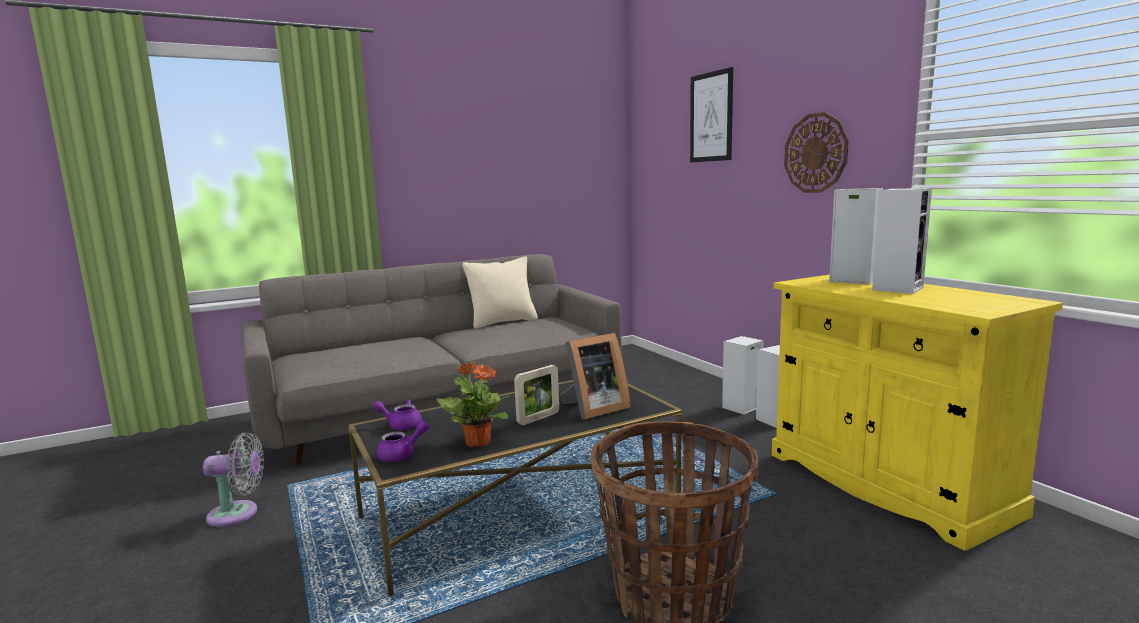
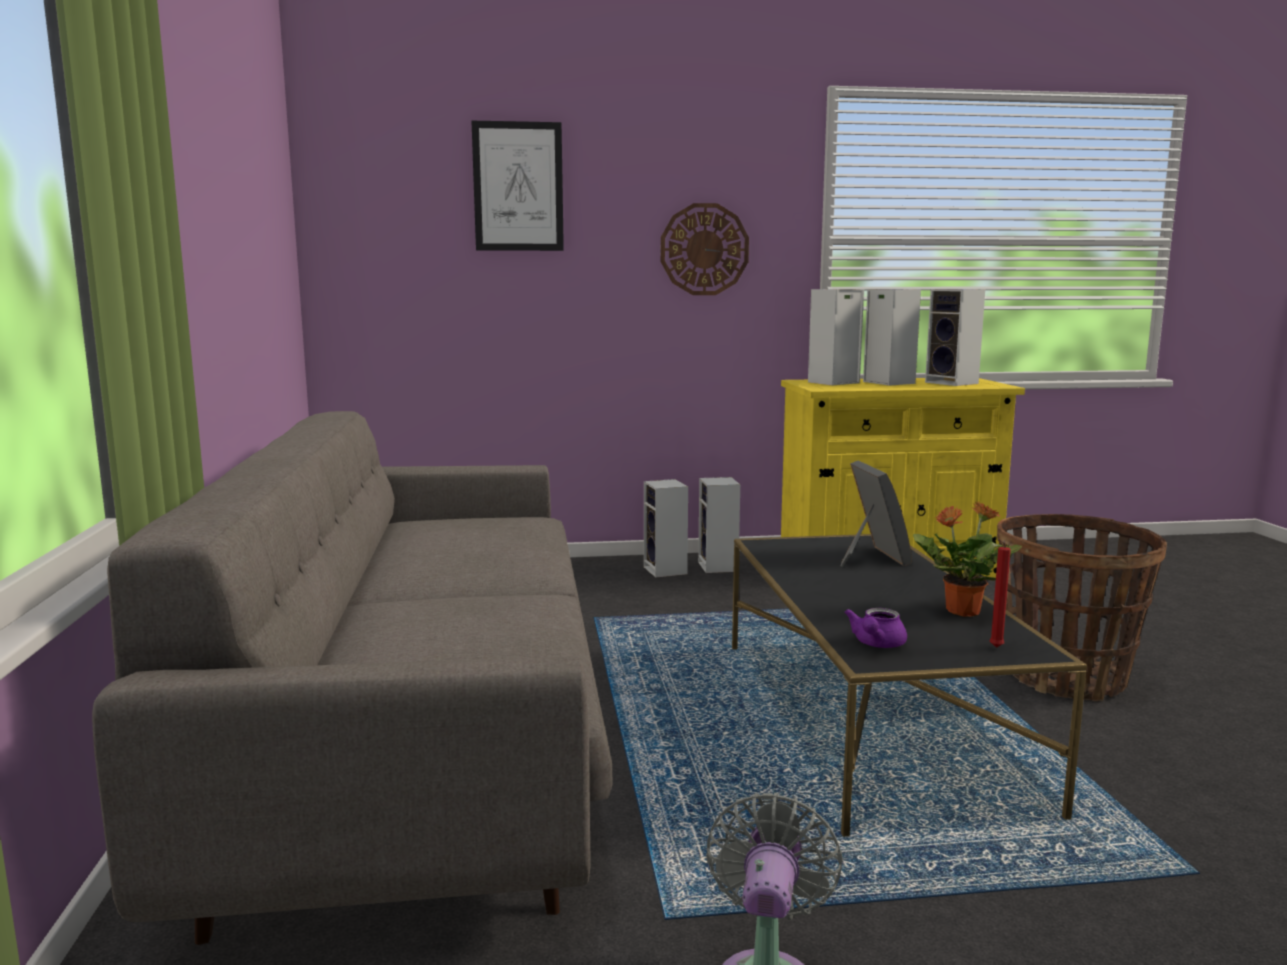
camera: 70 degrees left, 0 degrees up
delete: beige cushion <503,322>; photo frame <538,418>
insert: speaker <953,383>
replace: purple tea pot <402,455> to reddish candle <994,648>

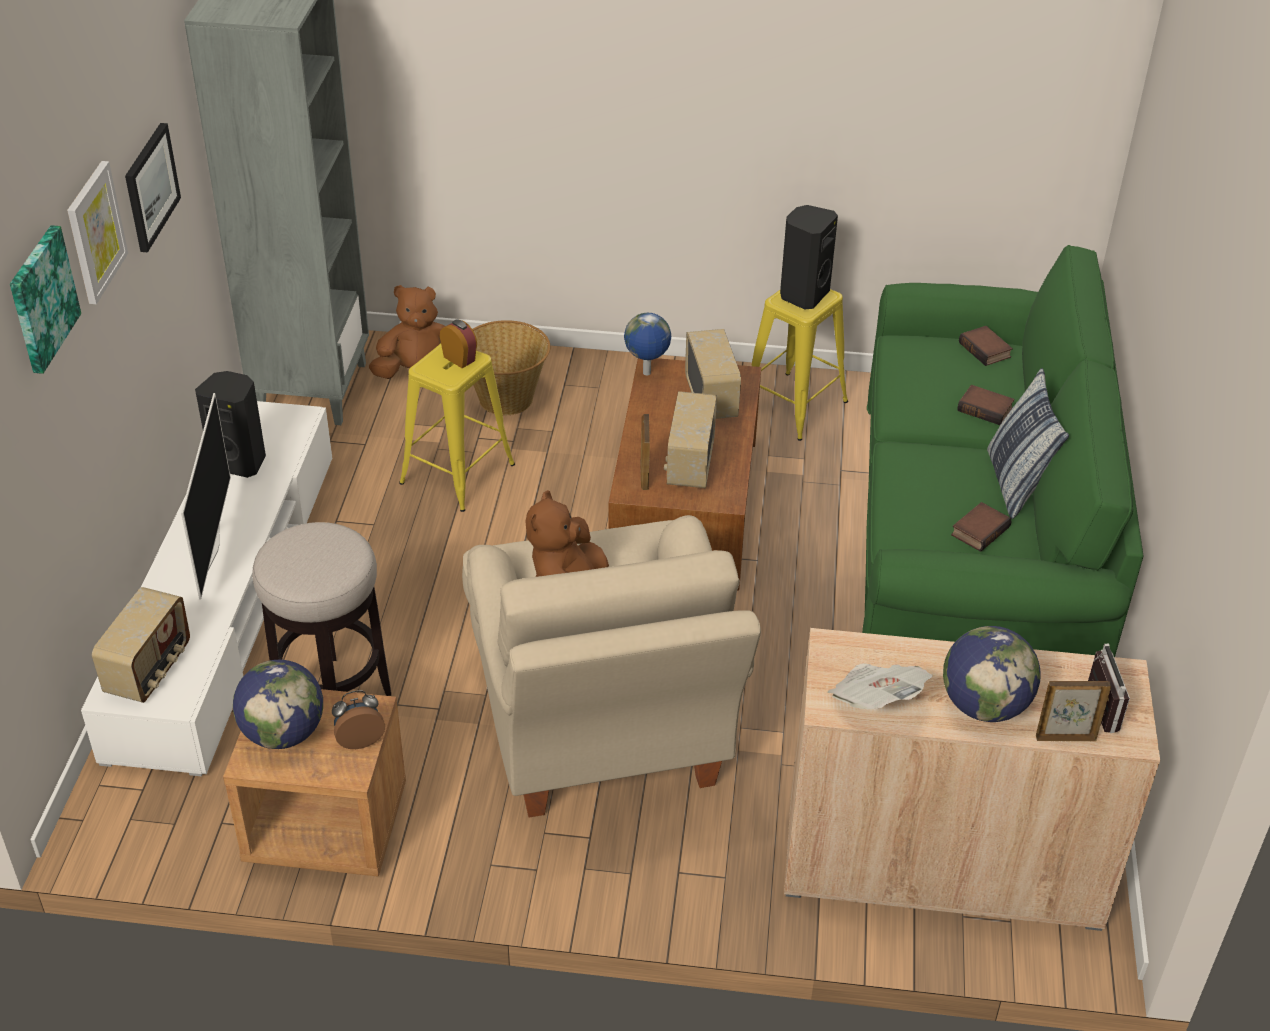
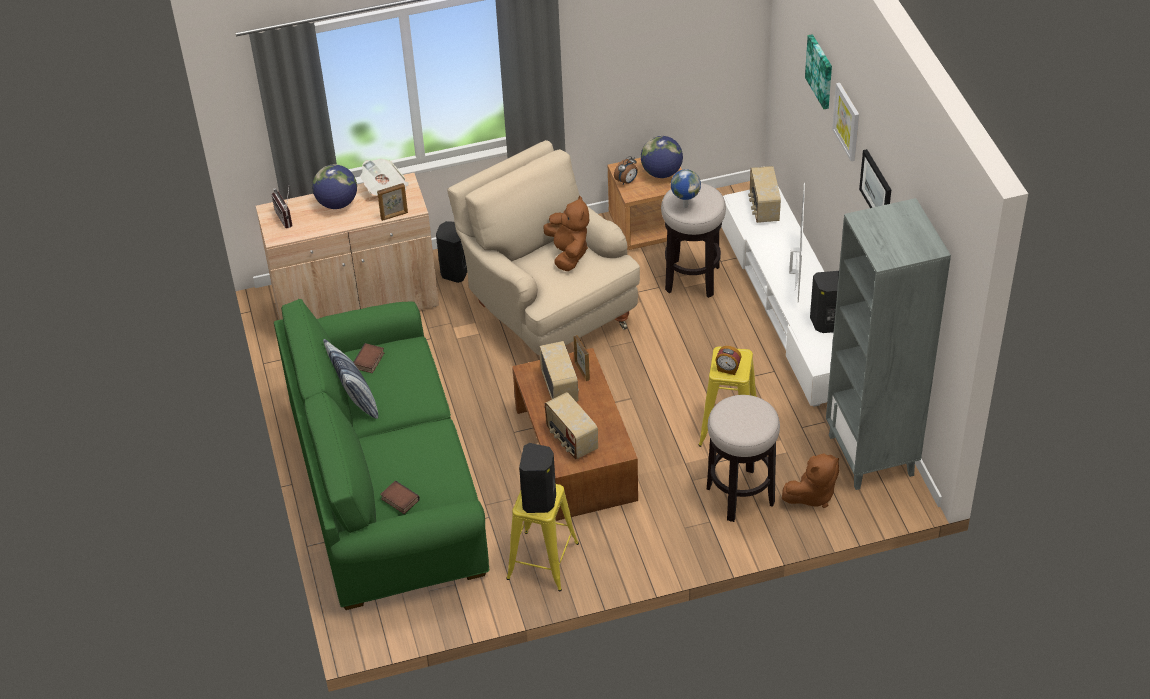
camera: 160 degrees right, 5 degrees up
delete: book <986,409>
insert: black speaker <454,272>
move: world globe <647,373> to <685,206>; photo frame <1065,737> to <394,216>
replace: storage basket <506,398> to stool <740,495>
rotate: TV <209,548> = <794,271> 150 degrees counterclockwise

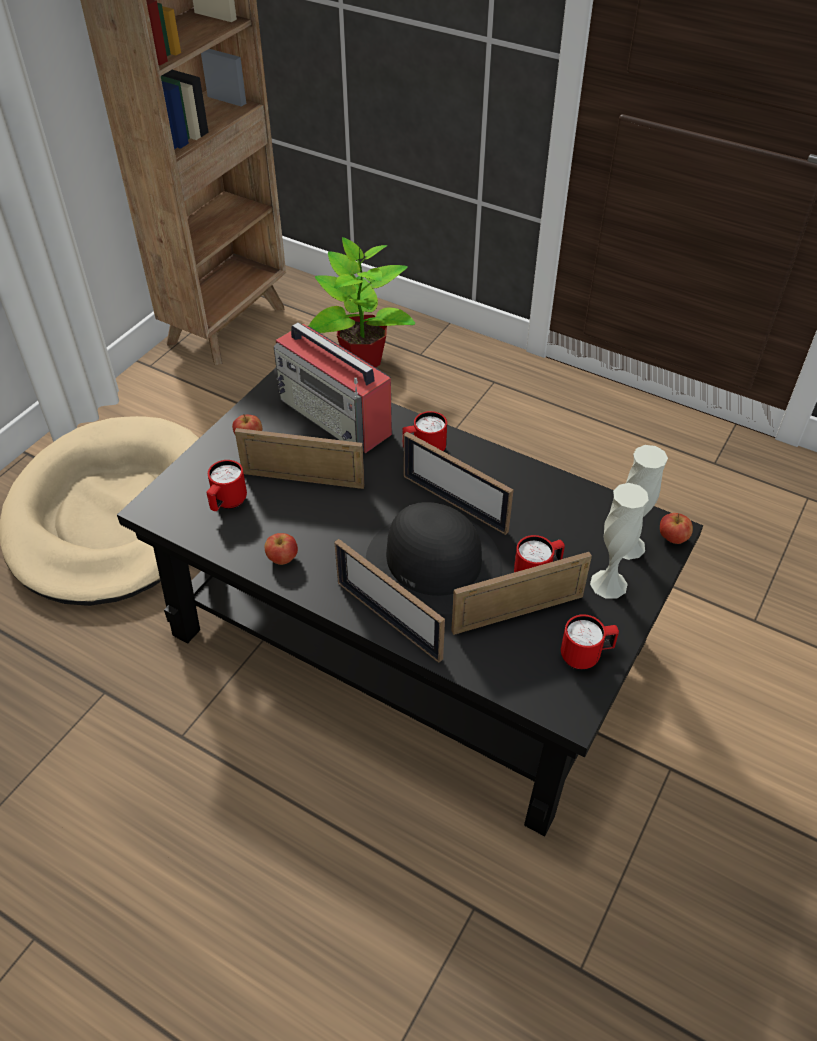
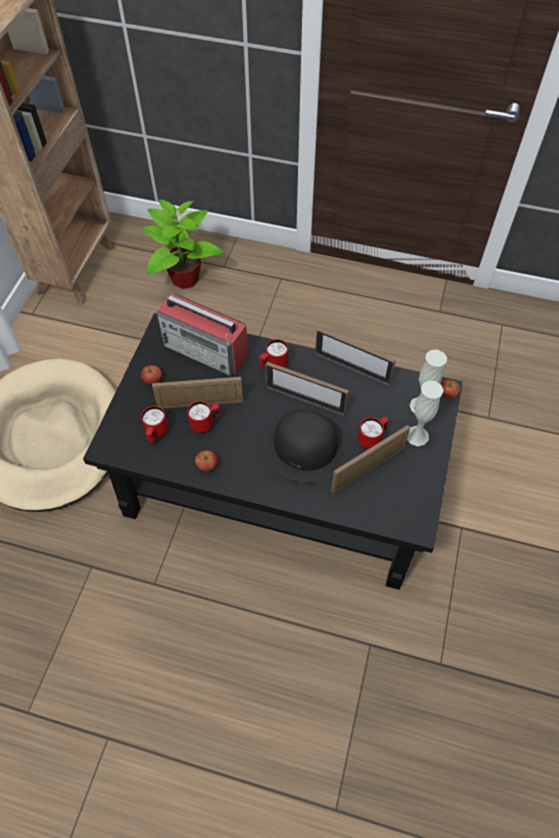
camera: 15 degrees left, 10 degrees up
move: photo frame <388,620> to <352,368>; reddish coffee mug <586,656> to <205,423>

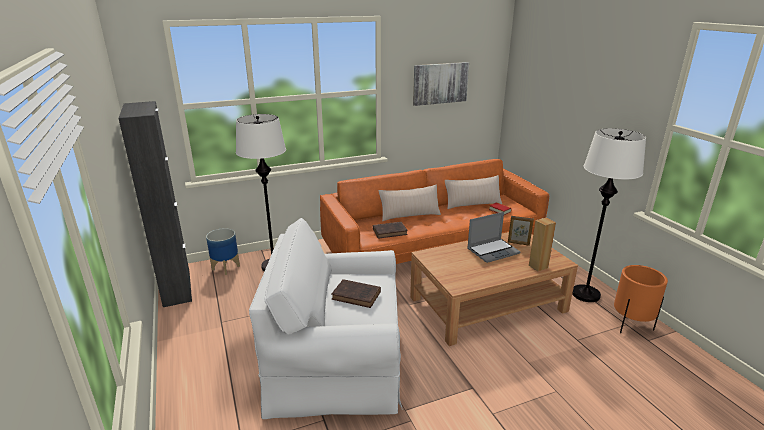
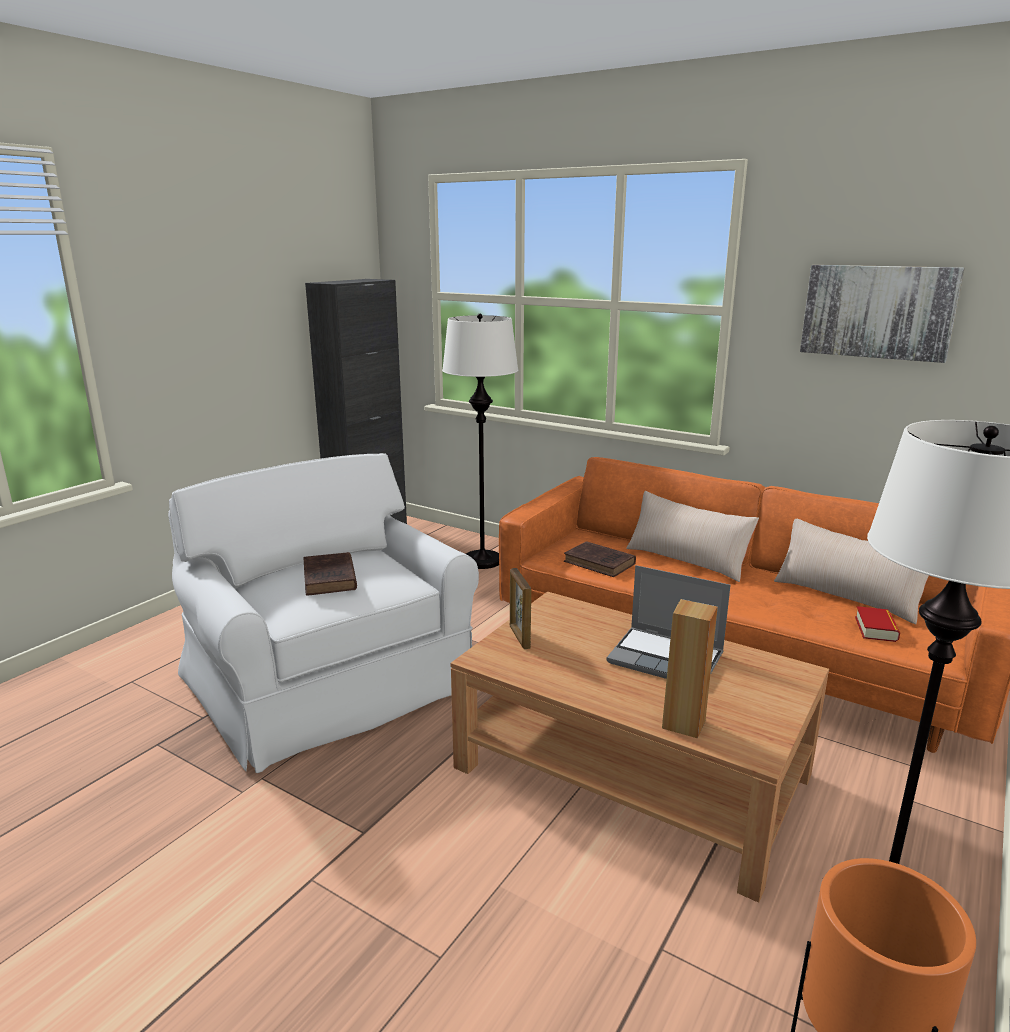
camera: 55 degrees right, 5 degrees down
delete: planter <226,267>
move: photo frame <518,243> to <519,637>

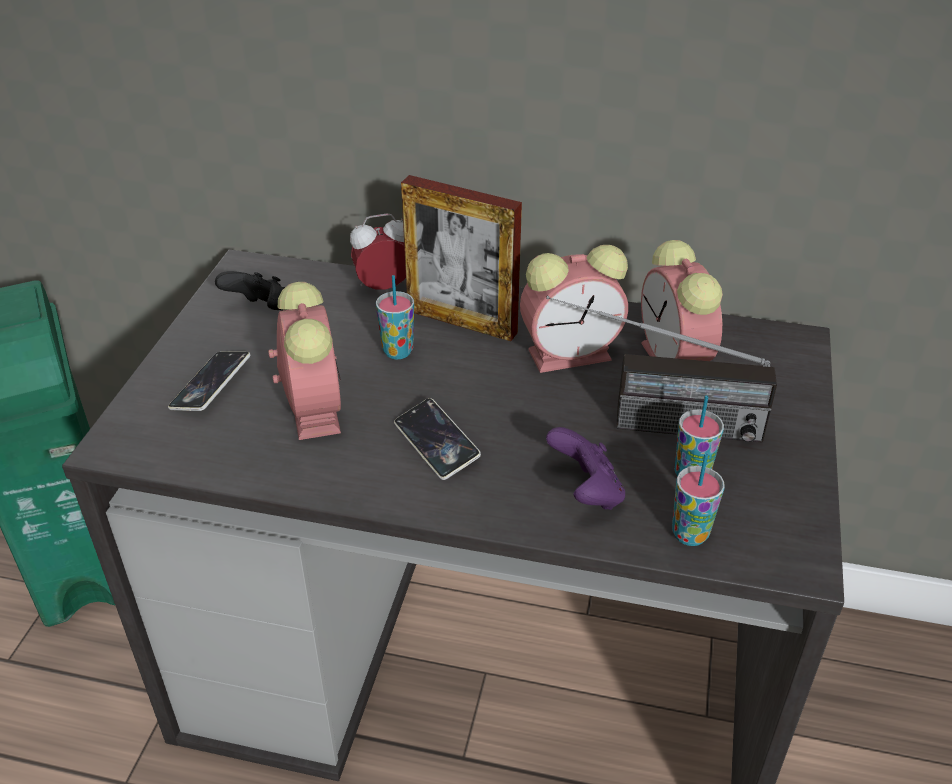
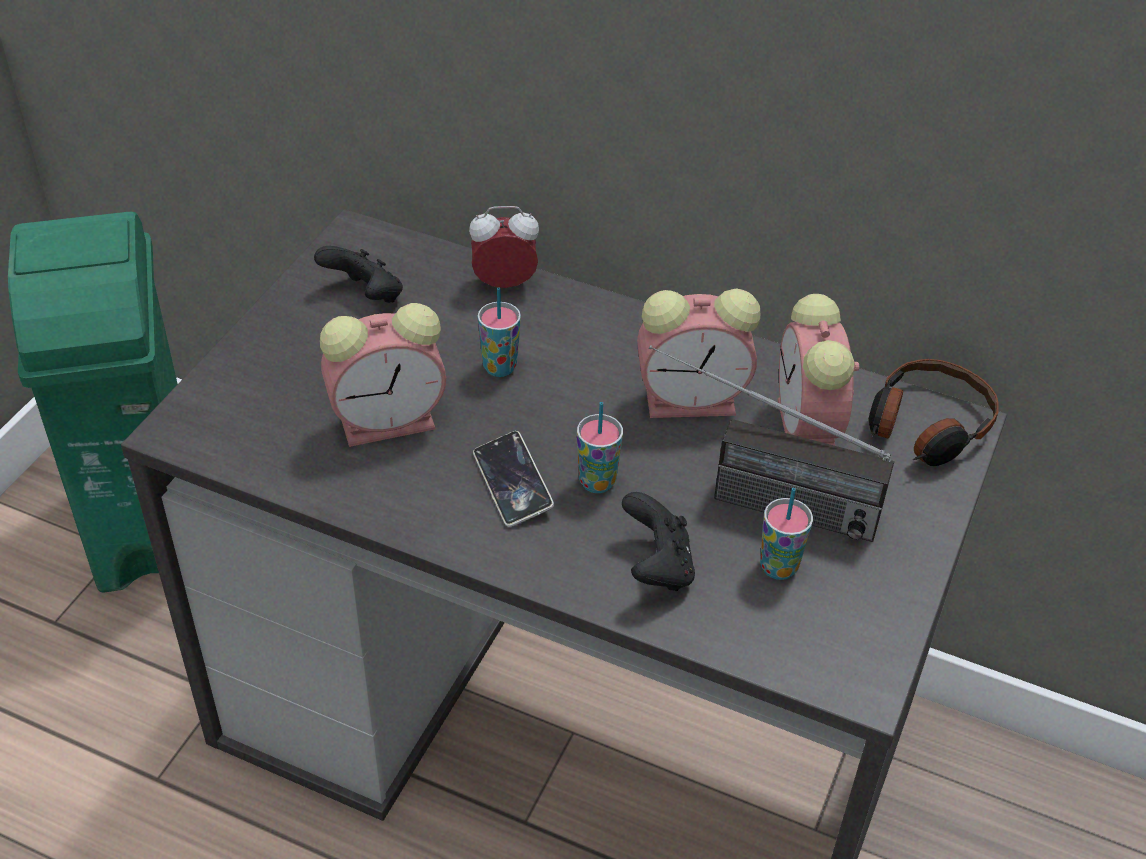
camera: 10 degrees right, 5 degrees up
delete: telephone <211,386>; photo frame <461,321>
insert: headphones <926,426>
move: cup <690,534> to <597,482>
recolor: purple gamepad <586,492> to black gamepad <657,567>
rotate: bedside clock <313,408> = <391,420> 75 degrees clockwise

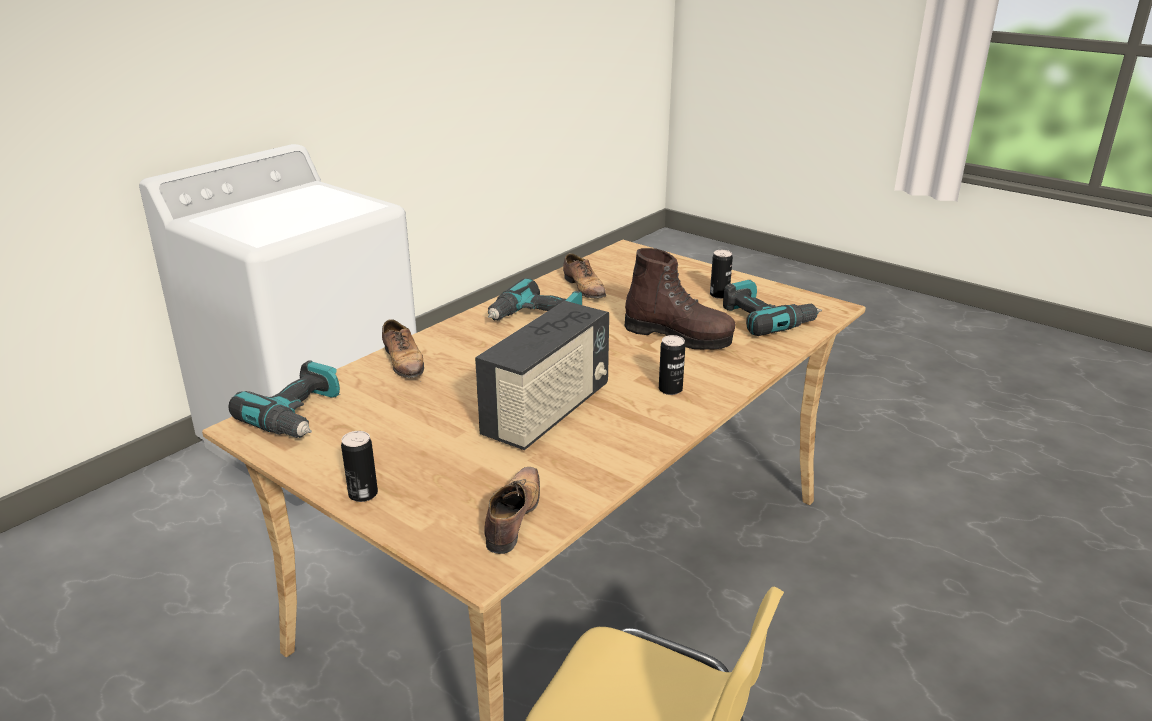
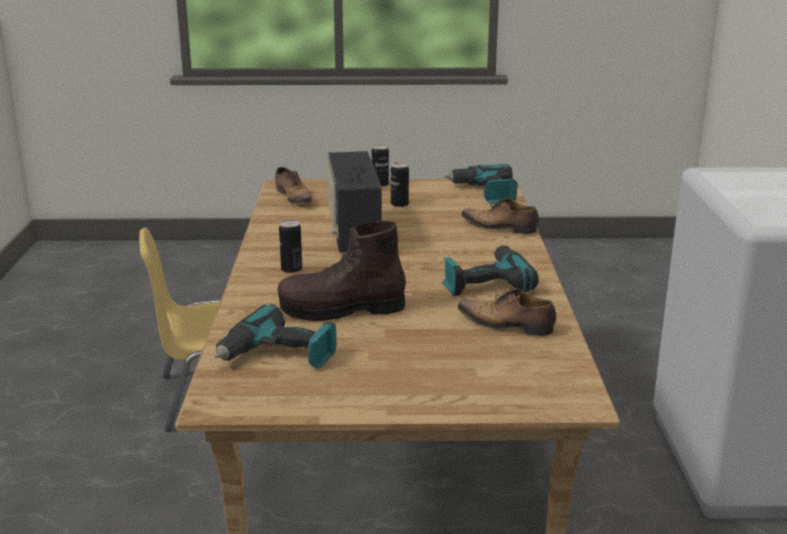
camera: 140 degrees right, 5 degrees down
move: can <719,295> to <399,204>

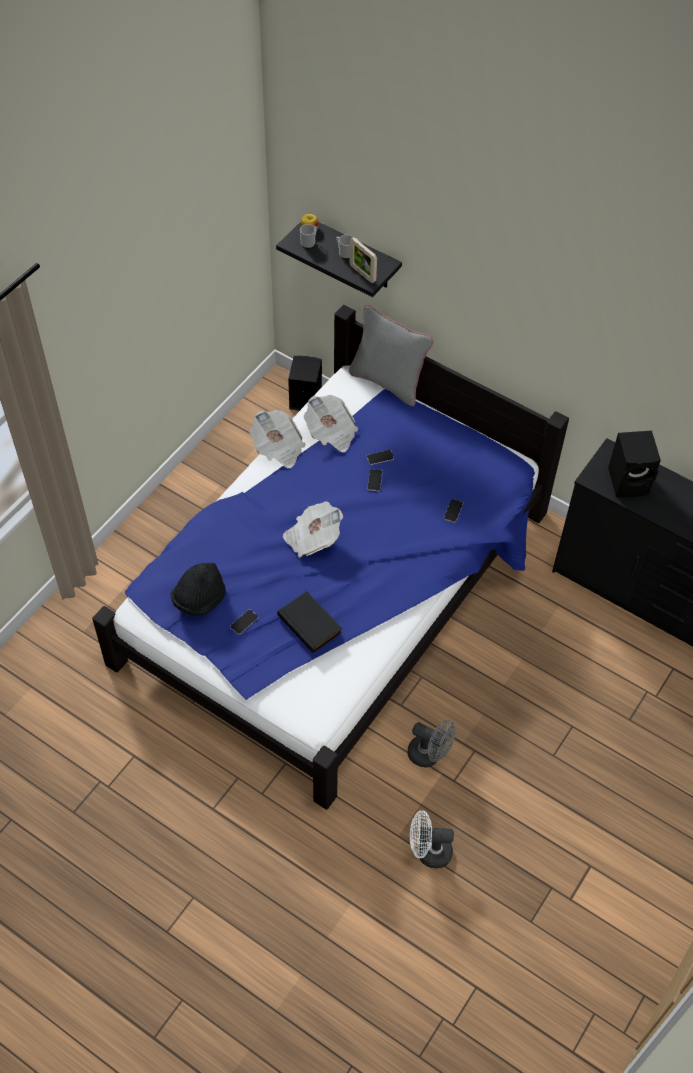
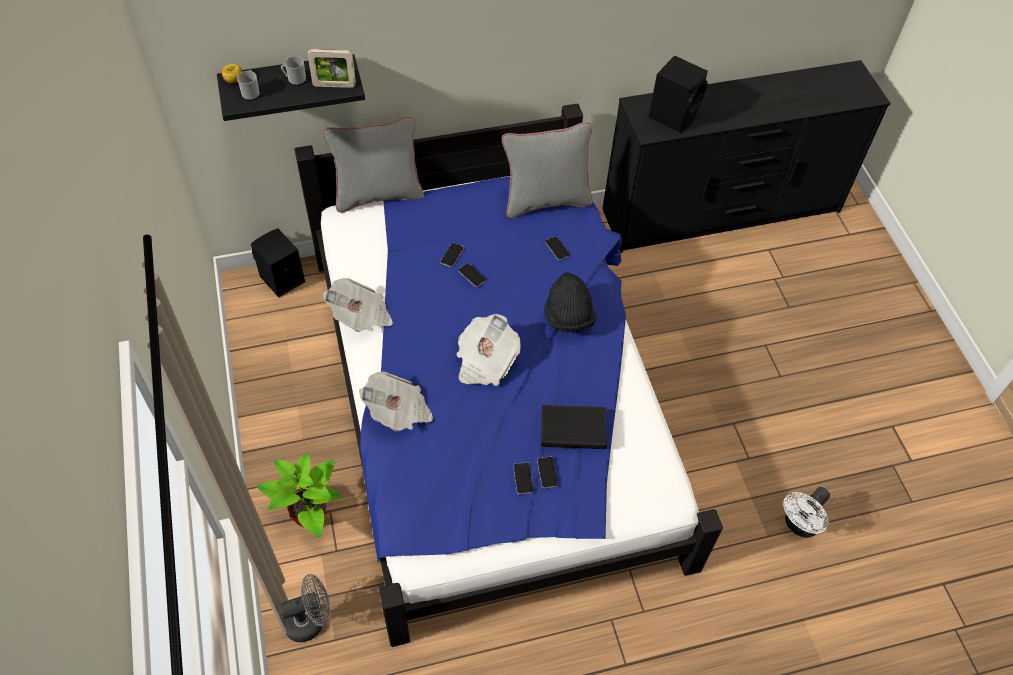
camera: 50 degrees left, 0 degrees up
insert: houseplant <311,516>; gray cushion <546,201>; telephone <547,472>
move: black wearable hat <199,599> to <568,317>; printed paper <331,433> to <398,412>; gray cooling fan <429,755> to <310,620>

